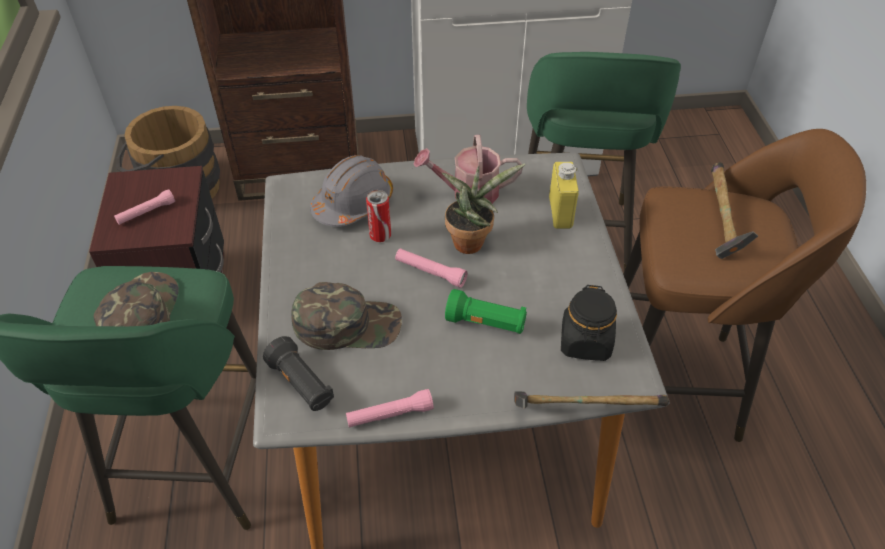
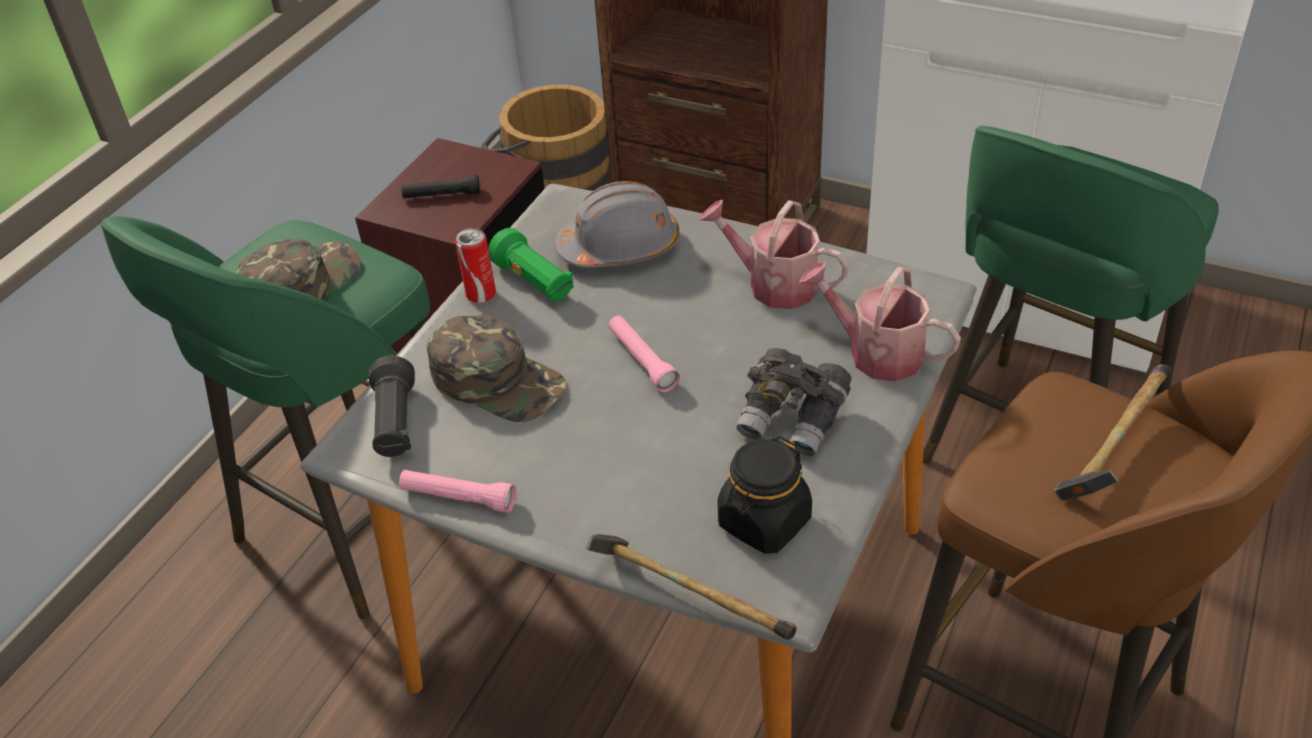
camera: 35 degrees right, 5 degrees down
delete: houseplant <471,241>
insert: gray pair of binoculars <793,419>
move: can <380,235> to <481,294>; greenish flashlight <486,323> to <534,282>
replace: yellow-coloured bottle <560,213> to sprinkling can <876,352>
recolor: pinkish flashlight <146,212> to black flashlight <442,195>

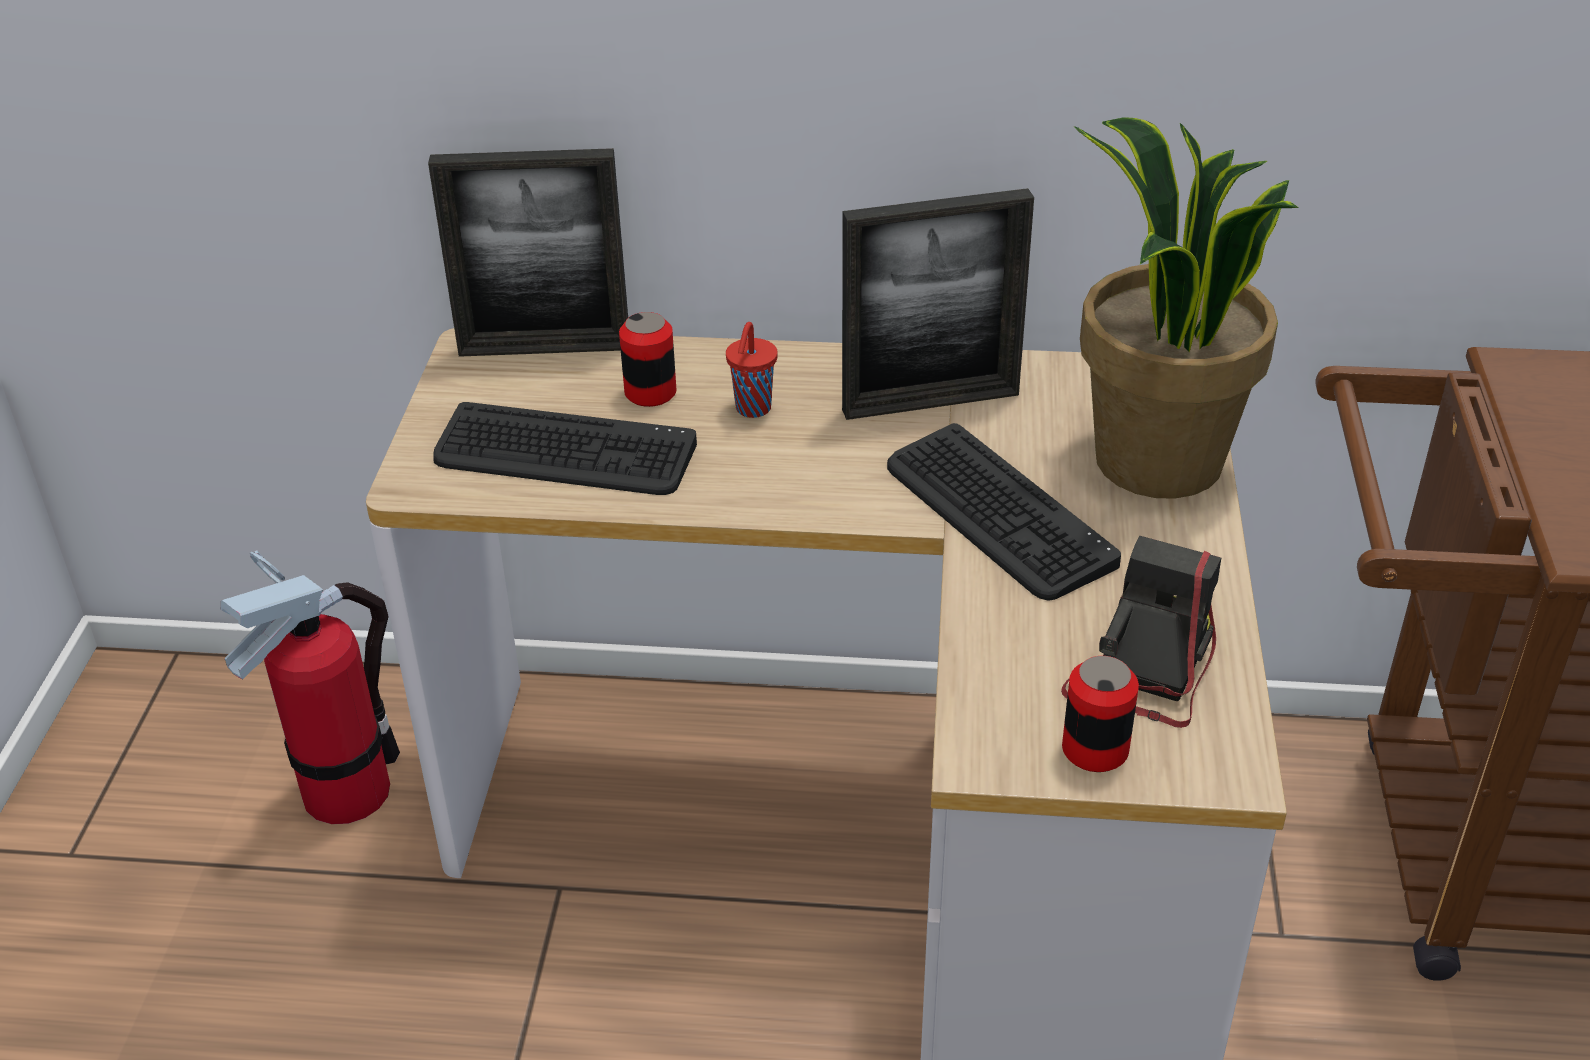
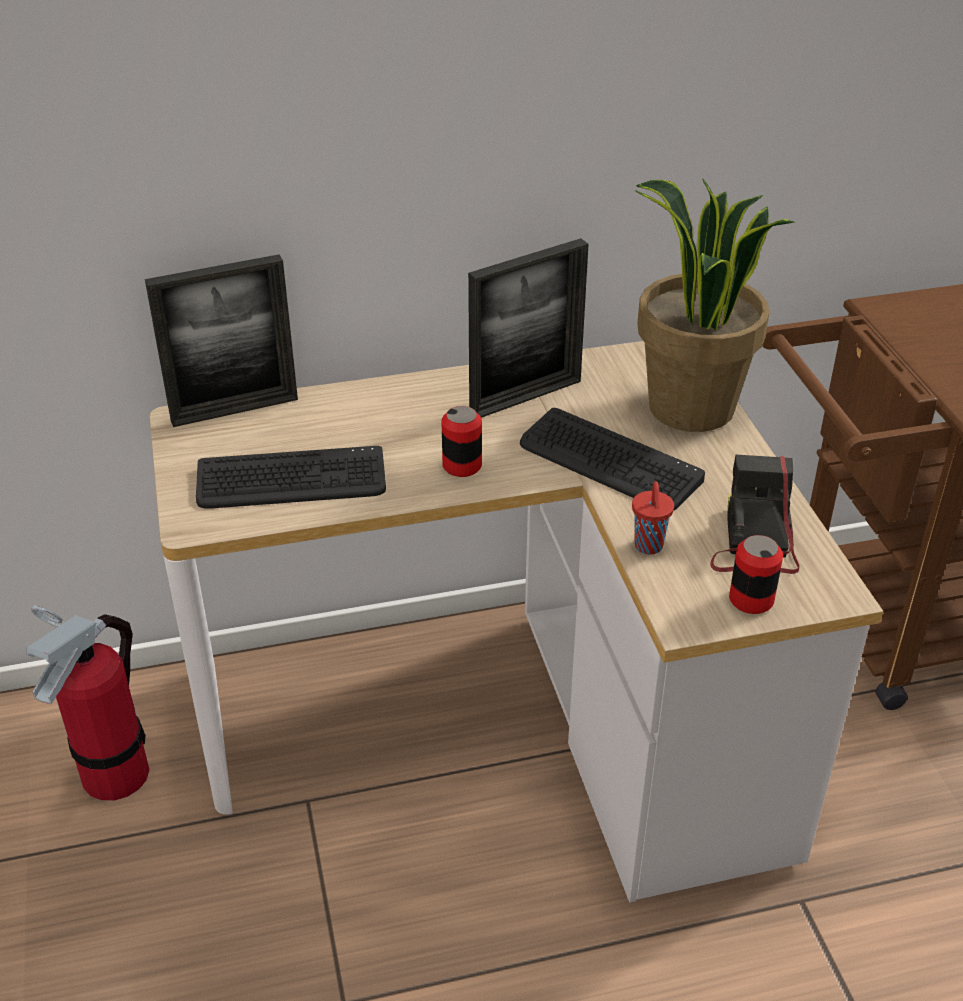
camera: 20 degrees left, 0 degrees up
move: can <650,392> to <462,465>; reddish cup <752,409> to <648,547>

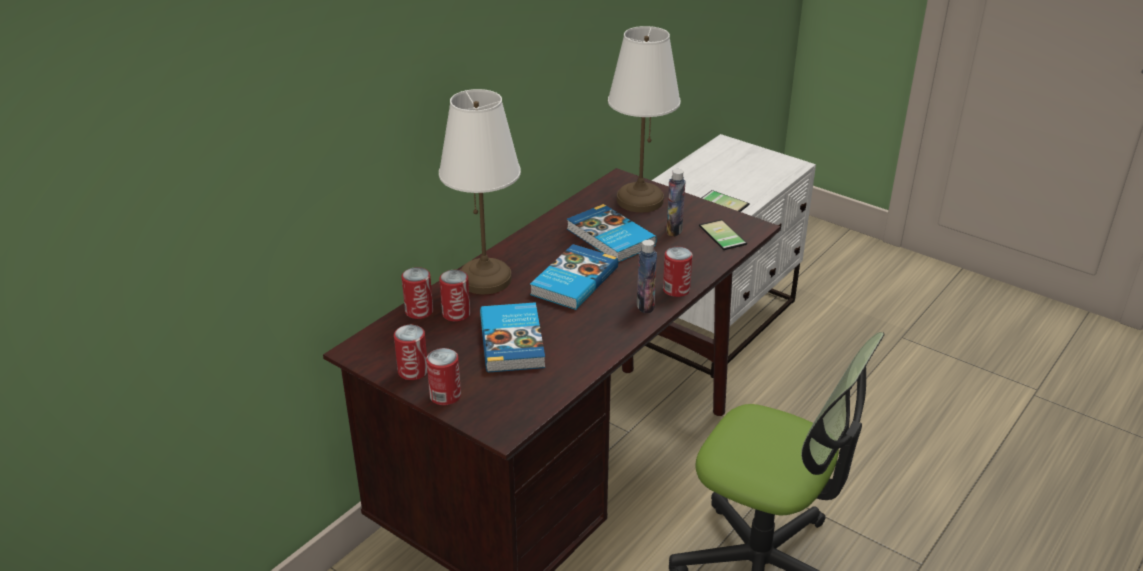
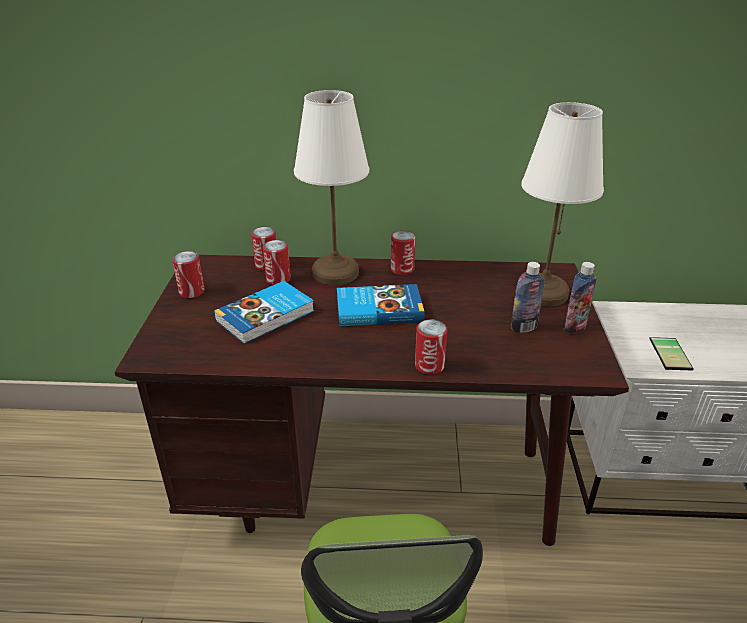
camera: 55 degrees right, 0 degrees up
delete: book <609,238>; telephone <720,235>
move: can <445,396> to <402,269>; bottle <645,305> to <574,327>

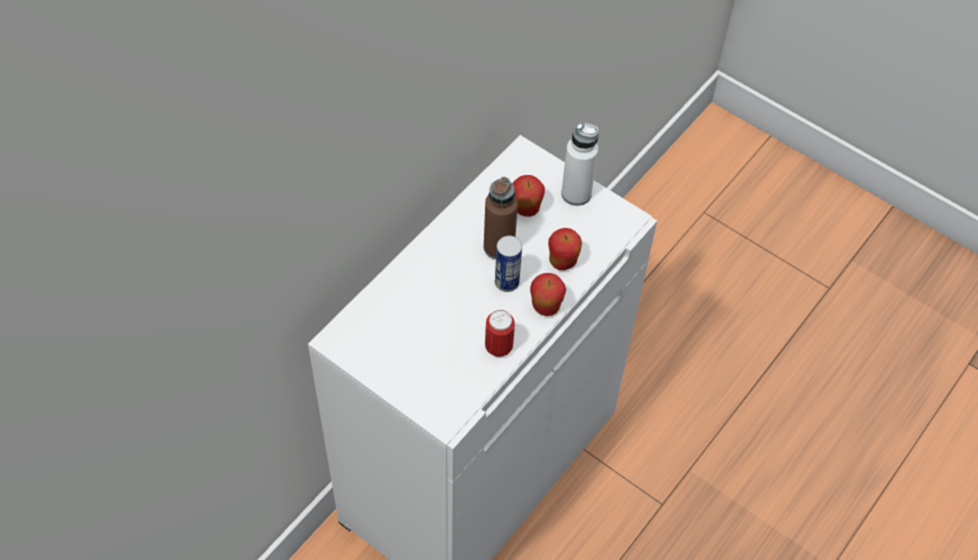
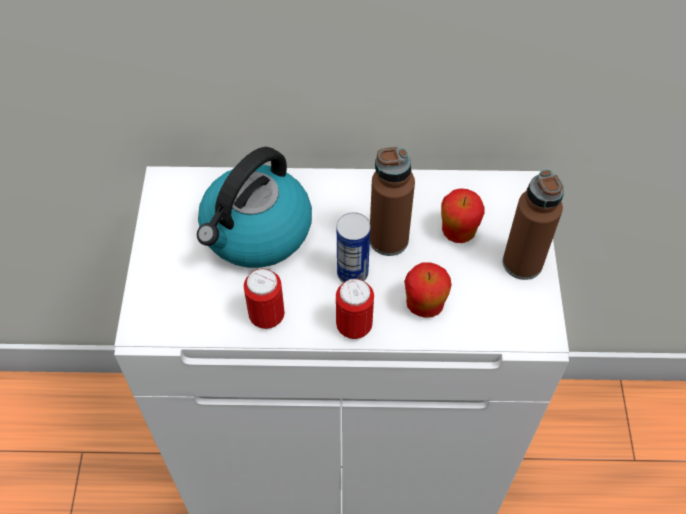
camera: 55 degrees right, 0 degrees up
insert: kettle <256,232>
replace: apple <546,306> to can <354,326>
recolor: white-coloured bottle <576,193> to brownish bottle <522,263>

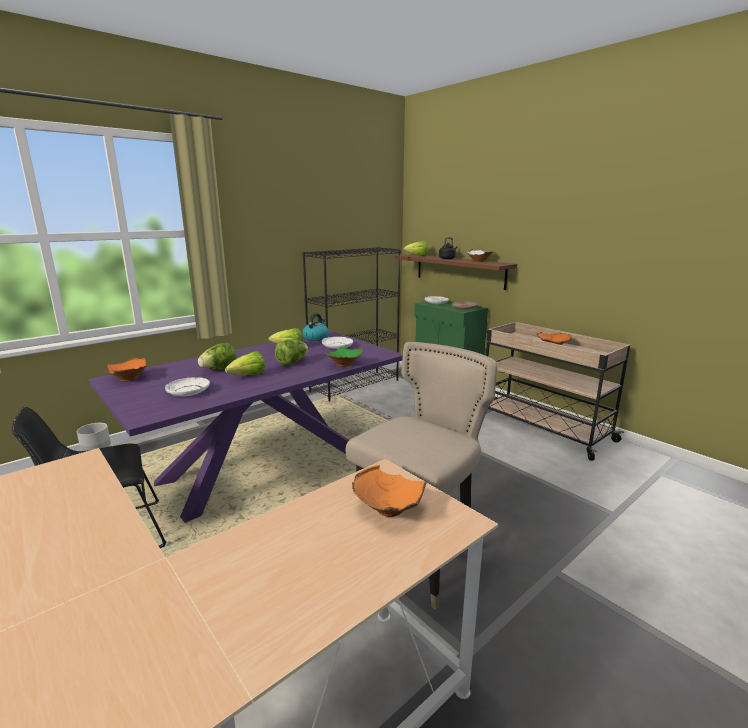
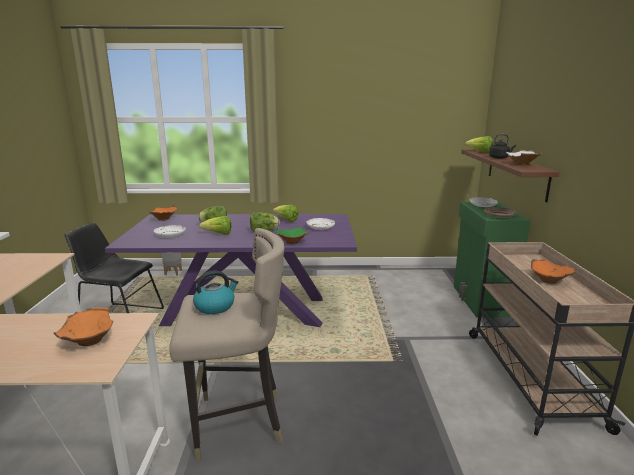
camera: 40 degrees right, 0 degrees up
delete: black bookshelf <355,385>
move: kettle <316,338> to <215,306>

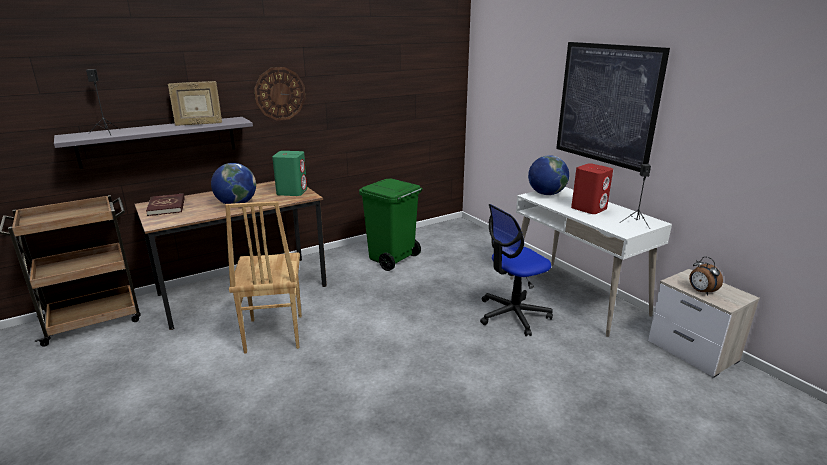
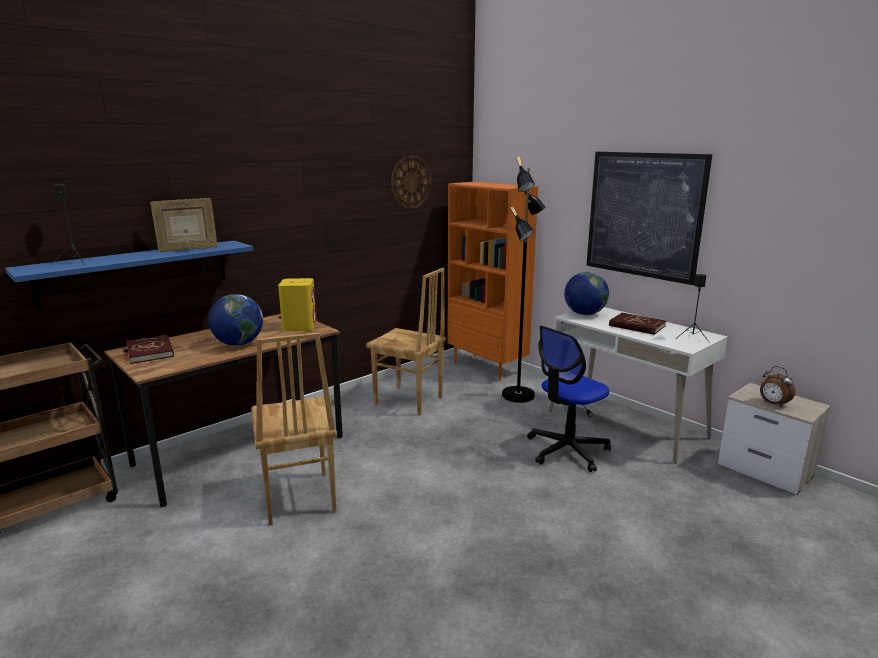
camera: 10 degrees left, 5 degrees down
insert: orangey bookshelf <487,367>; black standard lamp <519,396>
move: hanging clock <280,93> to <411,182>
replace: greenish rubbish bin <392,259> to brownish plain chair <408,401>; reddish speaker <589,208> to reddish book <637,326>
recolor: gray wall shelf <159,141> to bluish wall shelf <136,272>; greenish speaker <292,192> to yellow-coloured speaker <299,327>

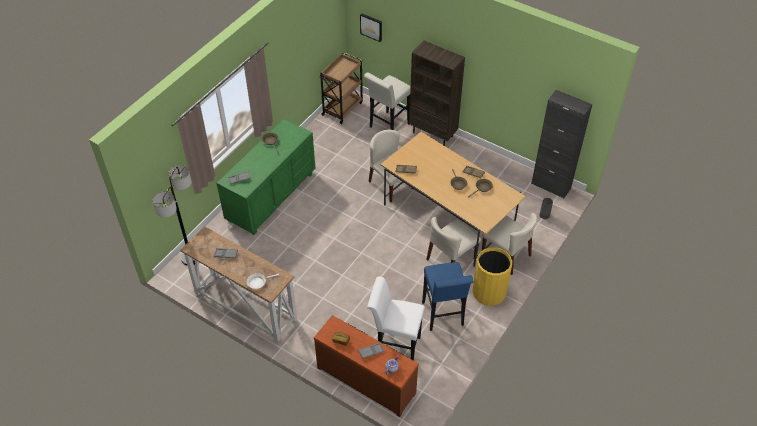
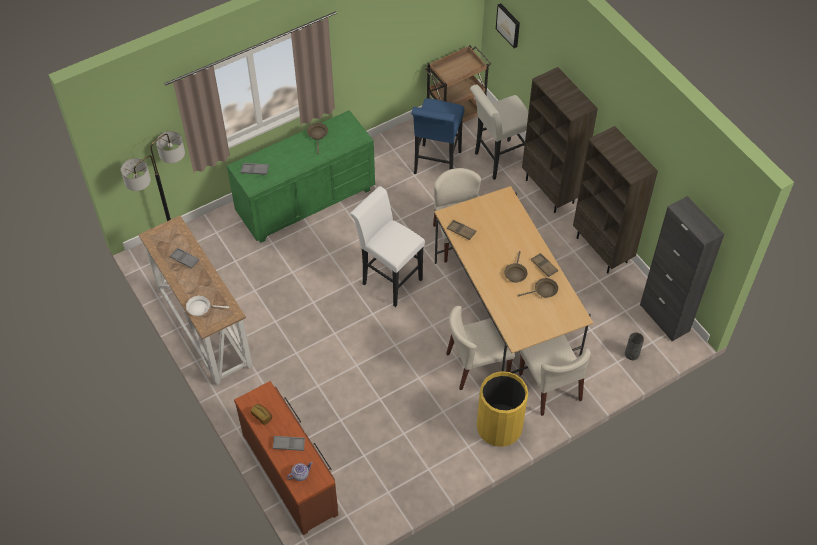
camera: 25 degrees right, 5 degrees up
insert: brownish bookshelf <602,250>
move: white-coloured stool <395,347> to <388,279>; bluish stool <443,316> to <436,165>

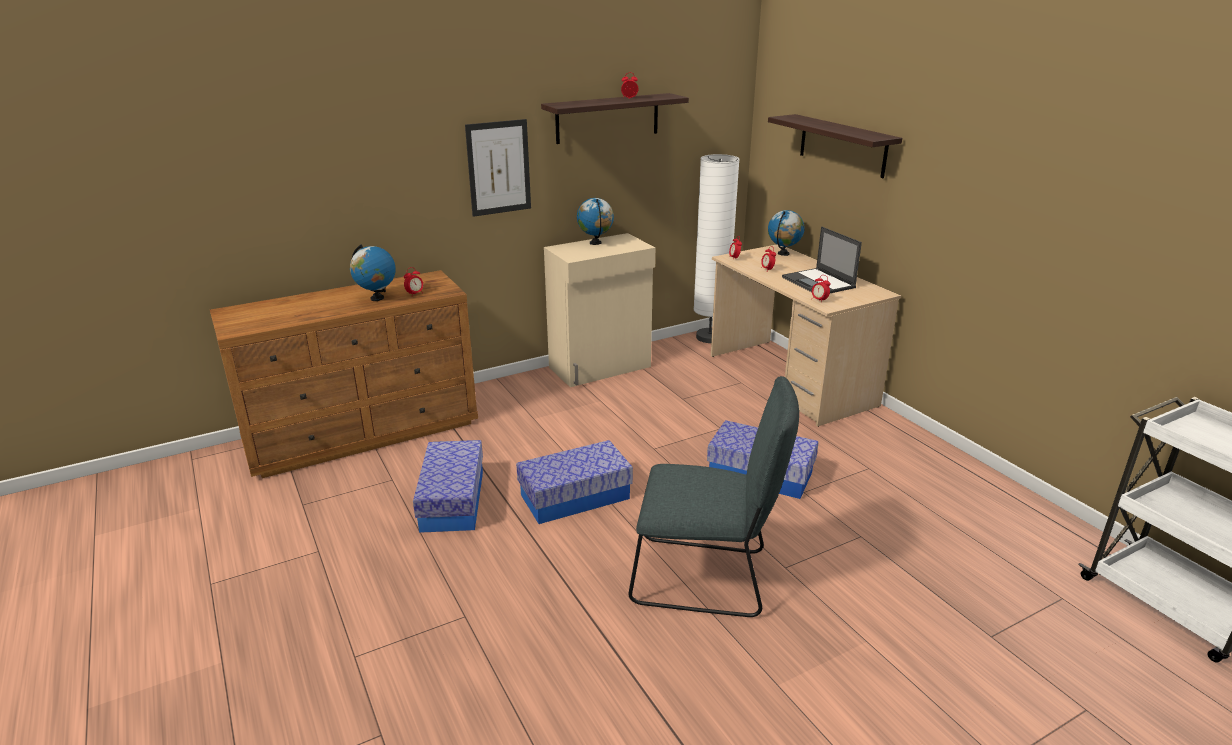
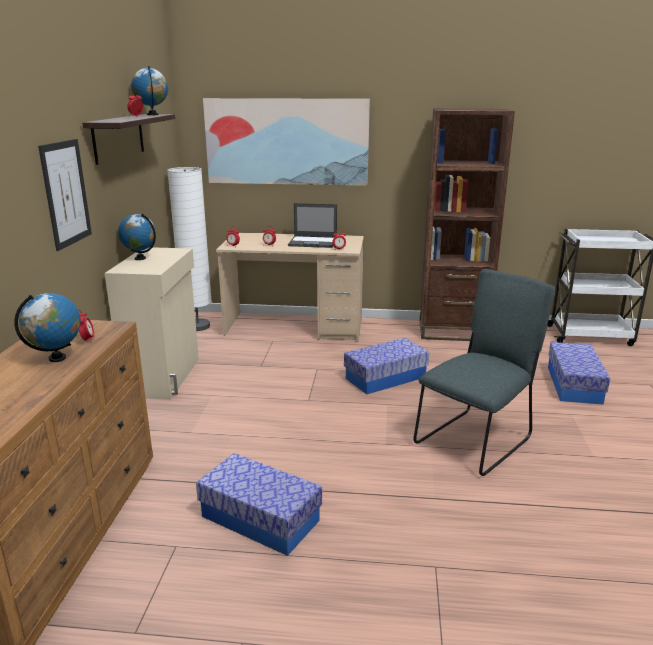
camera: 55 degrees left, 5 degrees down
insert: brownish bookshelf <453,331>
move: storage bin <575,497> to <573,385>; world globe <783,254> to <152,114>
replace: wall shelf <842,145> to wall picture <286,142>

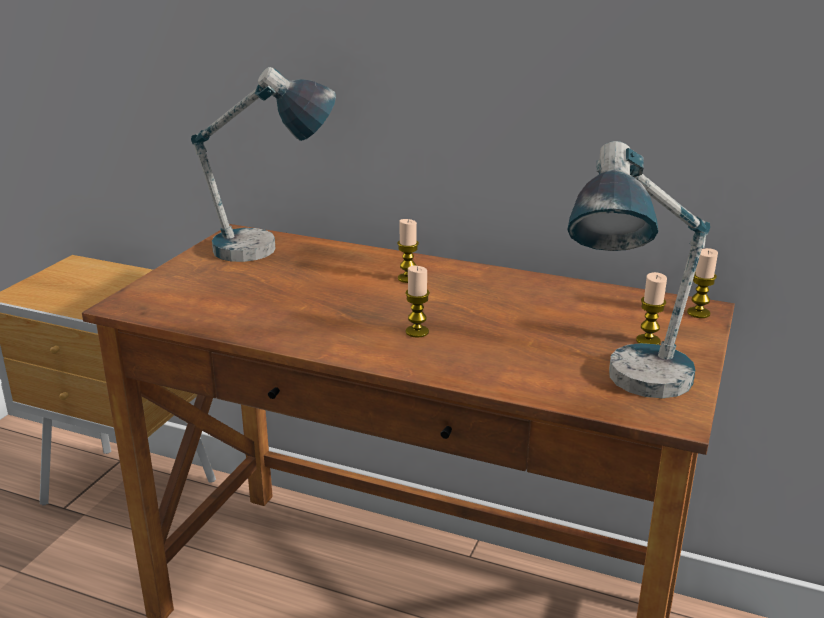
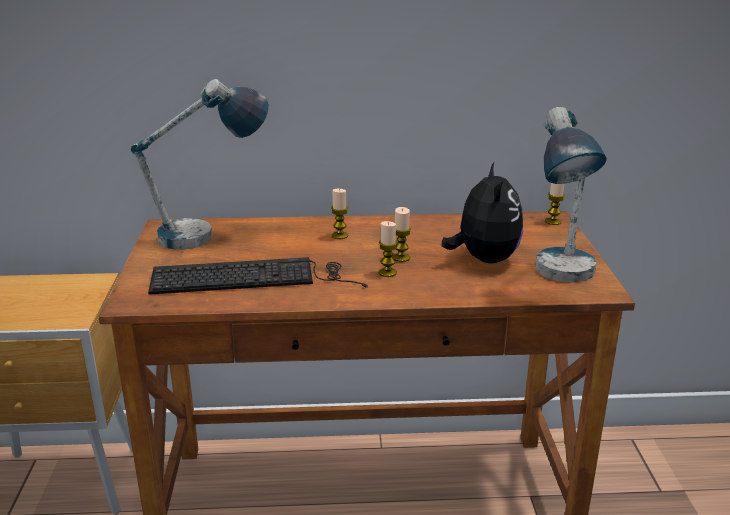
camera: 25 degrees left, 0 degrees up
insert: computer keyboard <253,278>; cuddly toy <483,259>
move: candle <648,341> to <401,258>

